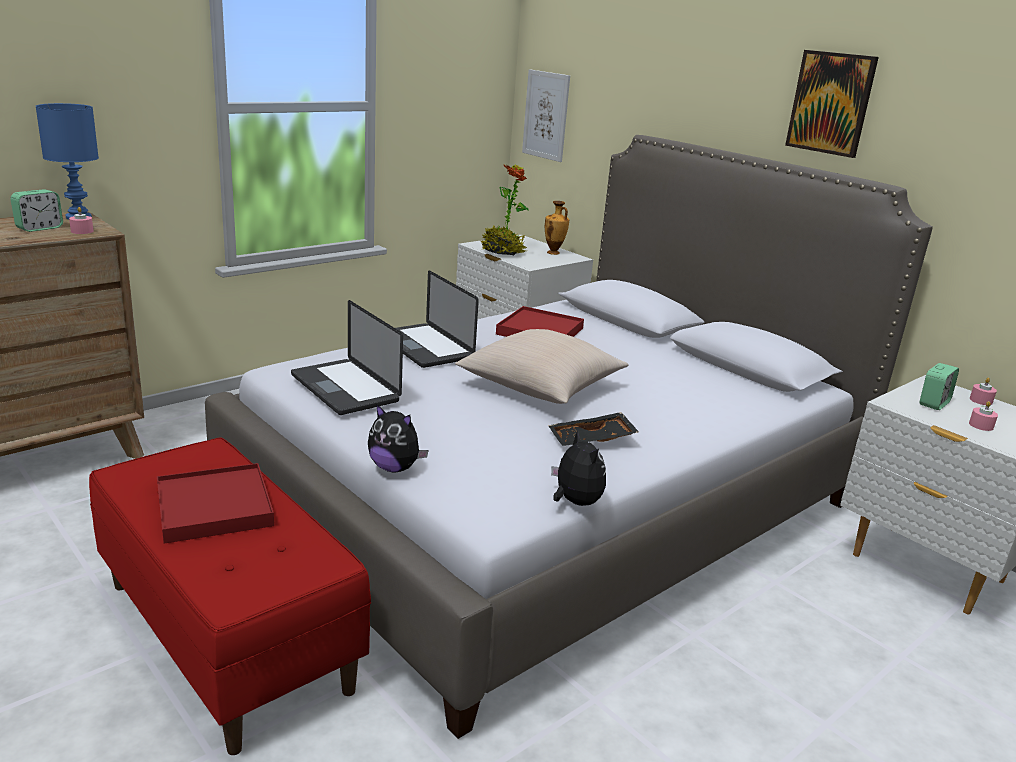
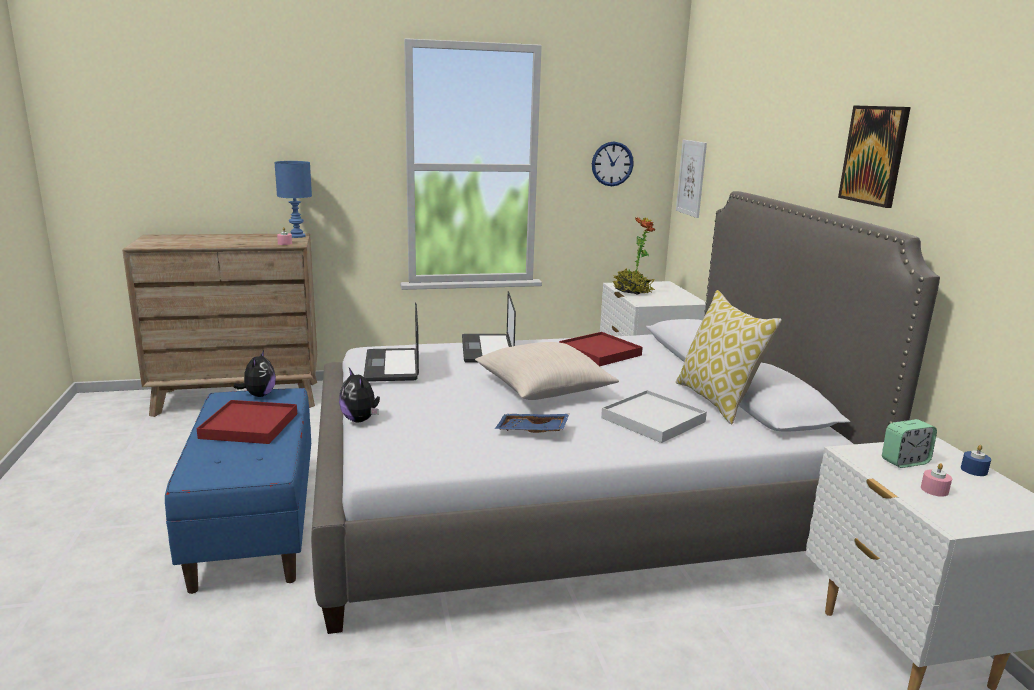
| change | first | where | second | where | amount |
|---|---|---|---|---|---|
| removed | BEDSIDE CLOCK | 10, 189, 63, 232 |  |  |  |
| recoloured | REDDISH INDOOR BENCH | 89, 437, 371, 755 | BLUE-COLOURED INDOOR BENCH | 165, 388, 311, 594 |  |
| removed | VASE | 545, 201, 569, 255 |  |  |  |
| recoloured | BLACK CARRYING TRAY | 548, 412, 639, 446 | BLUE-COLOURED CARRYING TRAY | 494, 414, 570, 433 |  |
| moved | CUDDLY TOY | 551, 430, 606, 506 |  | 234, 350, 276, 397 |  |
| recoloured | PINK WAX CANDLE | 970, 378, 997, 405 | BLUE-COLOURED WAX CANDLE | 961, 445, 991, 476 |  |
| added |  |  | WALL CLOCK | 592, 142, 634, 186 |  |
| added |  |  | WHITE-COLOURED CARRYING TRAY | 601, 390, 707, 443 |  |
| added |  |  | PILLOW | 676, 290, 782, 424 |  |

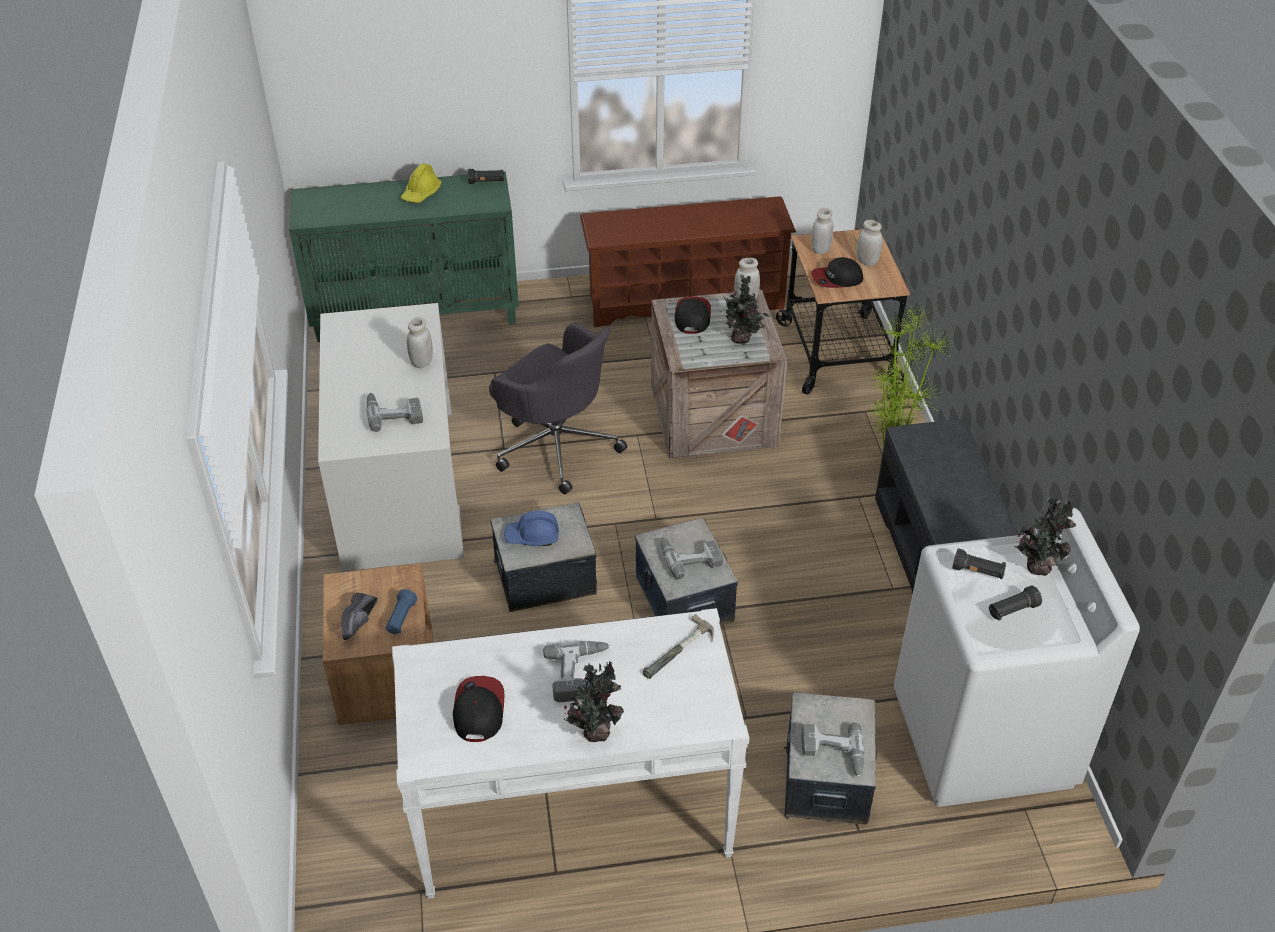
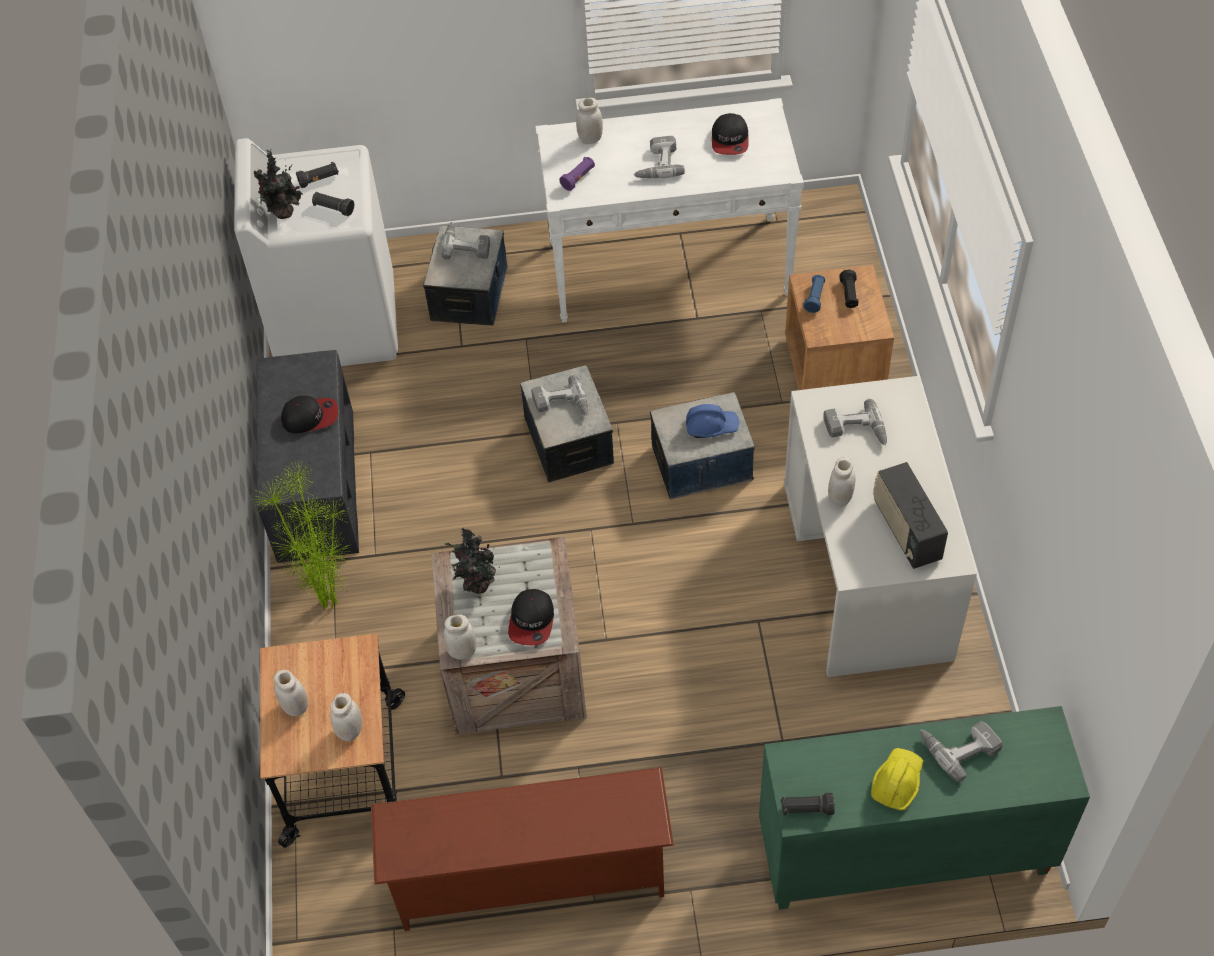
| change | first | where | second | where | amount |
|---|---|---|---|---|---|
| replaced | BLACK LOW SHOE | 341, 593, 377, 640 | BLACK FLASHLIGHT | 839, 270, 859, 308 |  |
| removed | GRAY DESK CHAIR | 489, 323, 627, 494 |  |  |  |
| removed | POTTED PLANT | 564, 661, 624, 742 |  |  |  |
| replaced | TOOL HAMMER | 643, 614, 714, 679 | PURPLE FLASHLIGHT | 559, 157, 595, 191 |  |
| moved | CAP | 811, 257, 863, 288 |  | 281, 396, 338, 434 |  |
| added |  |  | WHITE-COLOURED JAR | 576, 98, 603, 144 |  |
| added |  |  | RADIO | 873, 462, 948, 569 |  |
| added |  |  | POWER DRILL | 920, 721, 1003, 782 |  |

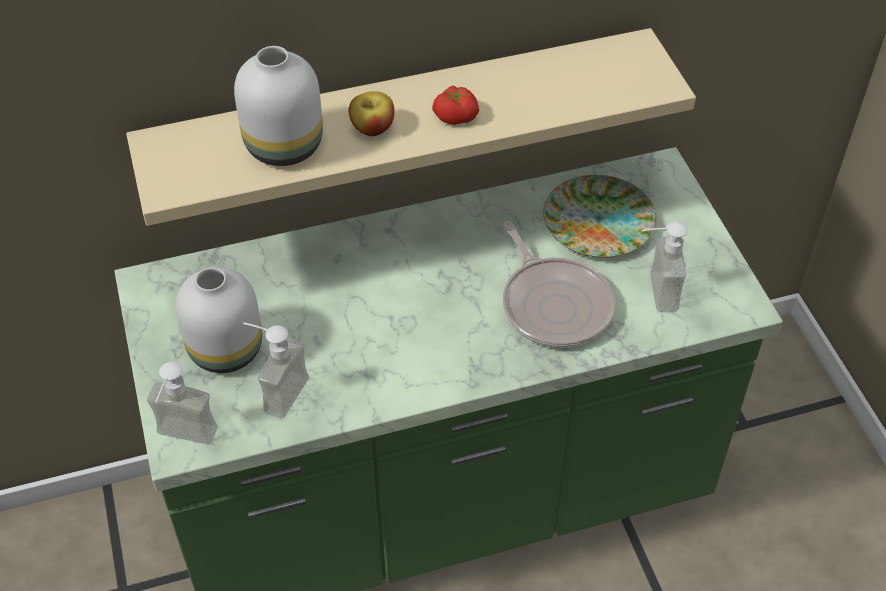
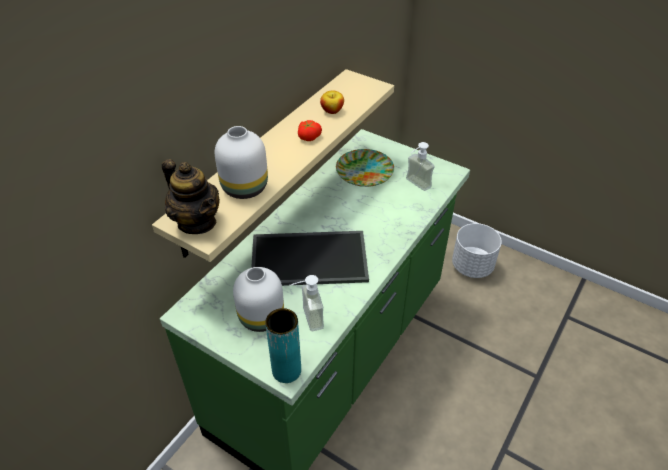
| change | first | where | second | where | amount |
|---|---|---|---|---|---|
| replaced | SOAP BOTTLE | 147, 362, 217, 445 | TURQUOISE VASE | 265, 308, 301, 383 |  |
| moved | WHOLE APPLE | 349, 91, 394, 136 |  | 320, 91, 344, 114 |  |
| removed | SKILLET | 503, 221, 615, 348 |  |  |  |
| added |  |  | POT FOR TEA | 162, 159, 220, 234 |  |
| added |  |  | CARRYING TRAY | 251, 231, 369, 286 |  |
| added |  |  | WHITE-COLOURED PLANT POT | 452, 223, 502, 278 |  |

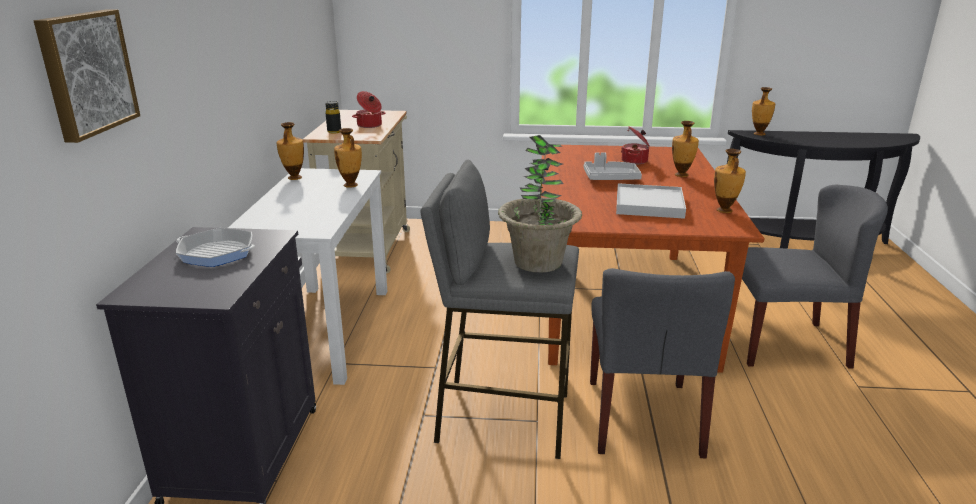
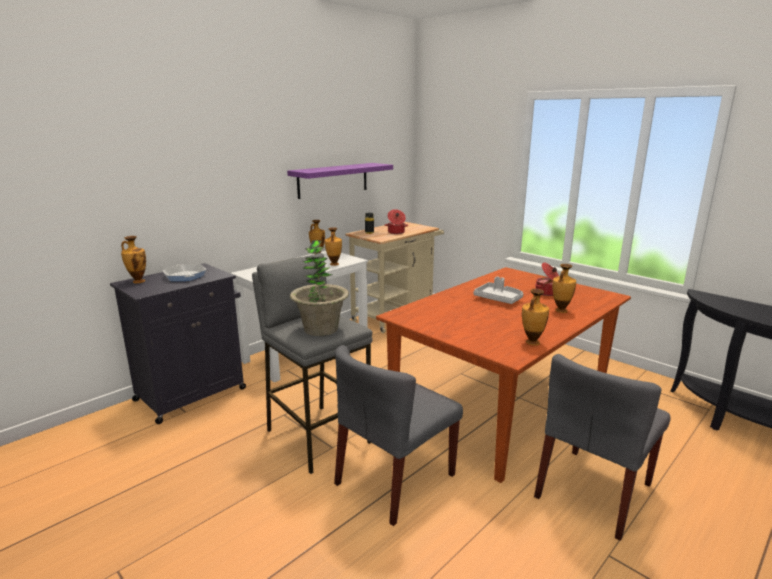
| change | first | where | second | where | amount |
|---|---|---|---|---|---|
| removed | WALL PICTURE | 34, 9, 140, 143 |  |  |  |
| removed | WHITE-COLOURED CARRYING TRAY | 616, 183, 686, 219 |  |  |  |
| turned | GRAY UPRIGHT CHAIR | 742, 185, 888, 369 |  | 534, 354, 670, 541 | 90 degrees clockwise |
| moved | VASE | 752, 87, 775, 135 |  | 121, 236, 146, 283 |  |
| added |  |  | PURPLE BRACKET SHELF | 287, 163, 393, 199 |  |

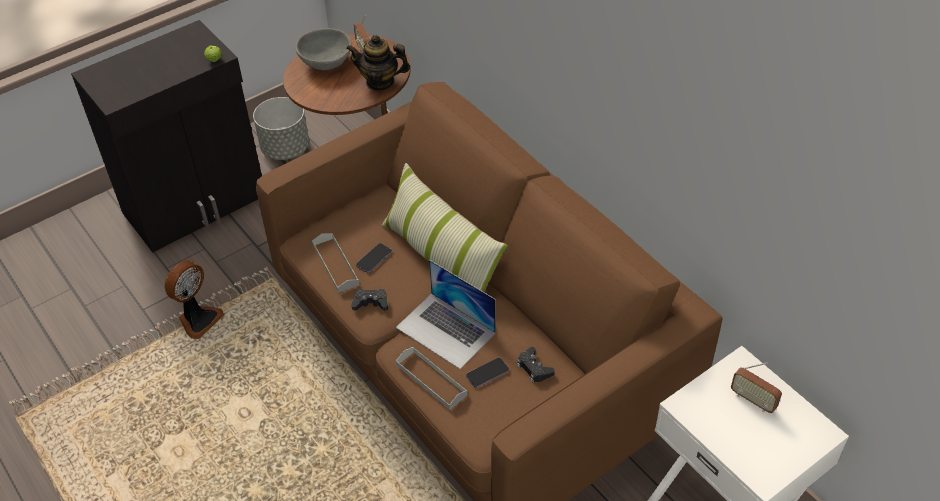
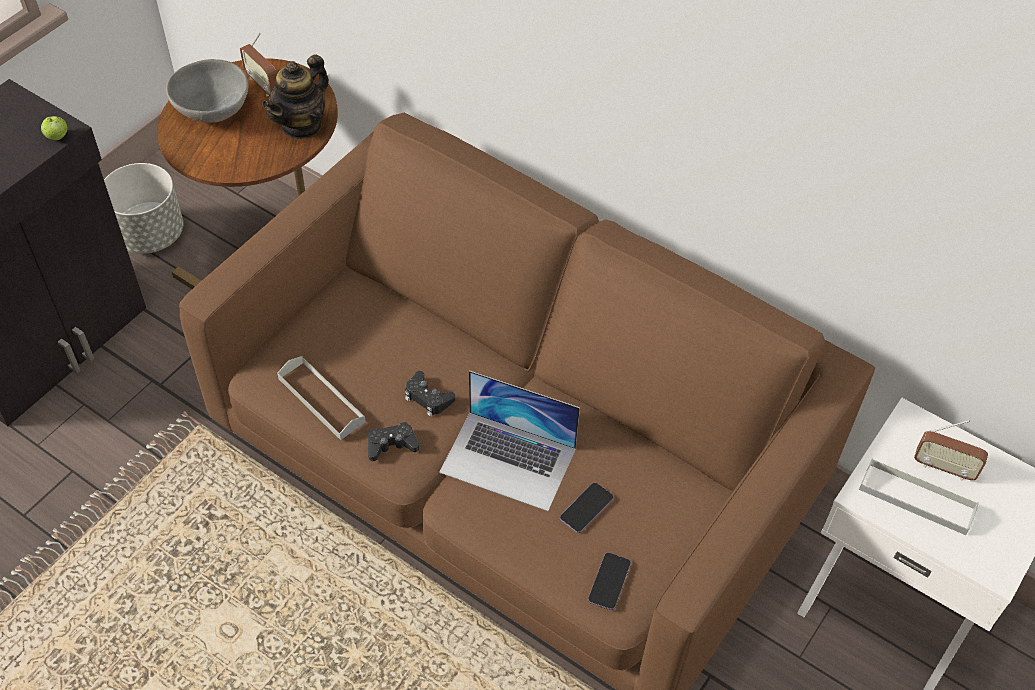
| change | first | where | second | where | amount |
|---|---|---|---|---|---|
| removed | ELECTRIC FAN | 165, 260, 224, 339 |  |  |  |
| turned | POT FOR TEA | 346, 35, 410, 91 |  | 262, 54, 329, 140 | 45 degrees counterclockwise |
| moved | PHONE | 356, 243, 392, 273 |  | 588, 553, 631, 610 |  |
| removed | PILLOW | 382, 163, 508, 292 |  |  |  |
| moved | GRAY CARRYING TRAY | 396, 347, 468, 410 |  | 859, 458, 979, 535 |  |
| moved | BLACK GAMEPAD | 517, 347, 555, 383 |  | 405, 371, 455, 417 |  |

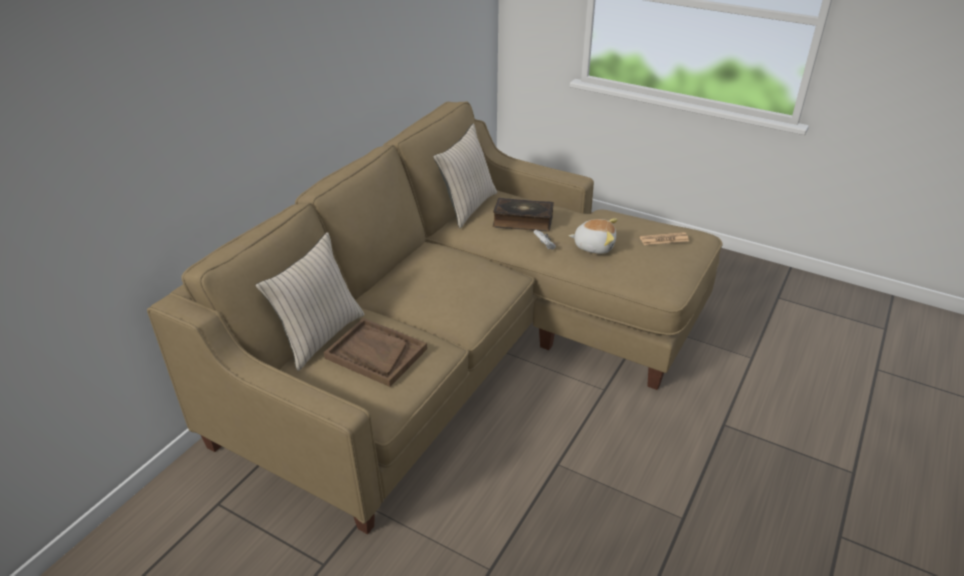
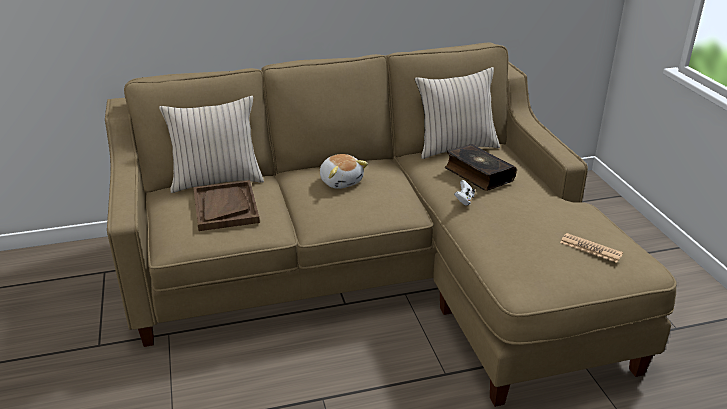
| change | first | where | second | where | amount |
|---|---|---|---|---|---|
| moved | CUDDLY TOY | 569, 218, 618, 254 |  | 320, 154, 368, 189 |  |

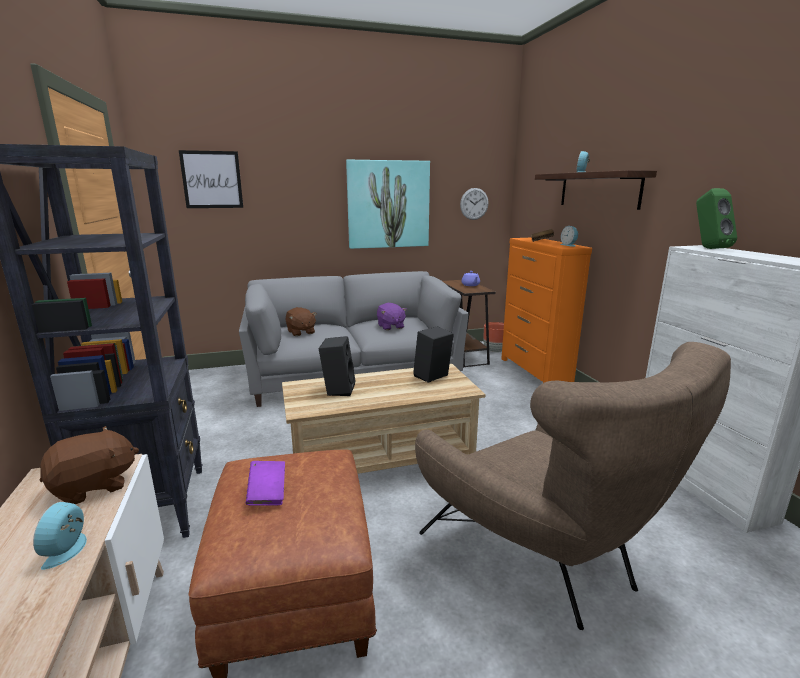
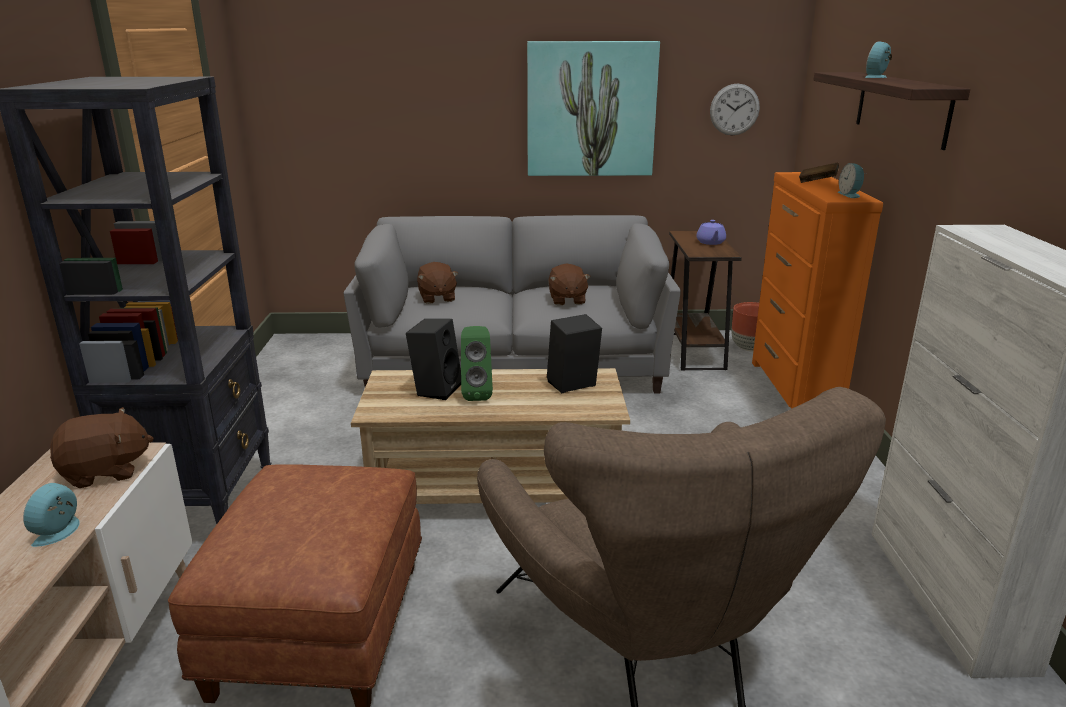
| change | first | where | second | where | amount |
|---|---|---|---|---|---|
| removed | WALL PICTURE | 179, 150, 243, 208 |  |  |  |
| removed | PURPLE BOOK | 246, 461, 285, 506 |  |  |  |
| recoloured | PURPLE CUDDLY TOY | 377, 303, 407, 330 | BROWNISH CUDDLY TOY | 549, 264, 591, 305 |  |
| moved | GREENISH LOUDSPEAKER | 696, 188, 737, 249 |  | 461, 326, 493, 401 |  |

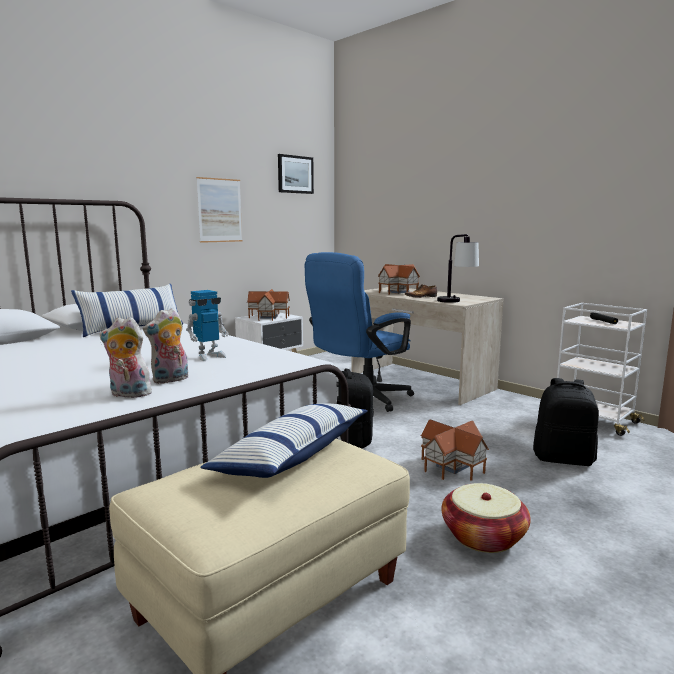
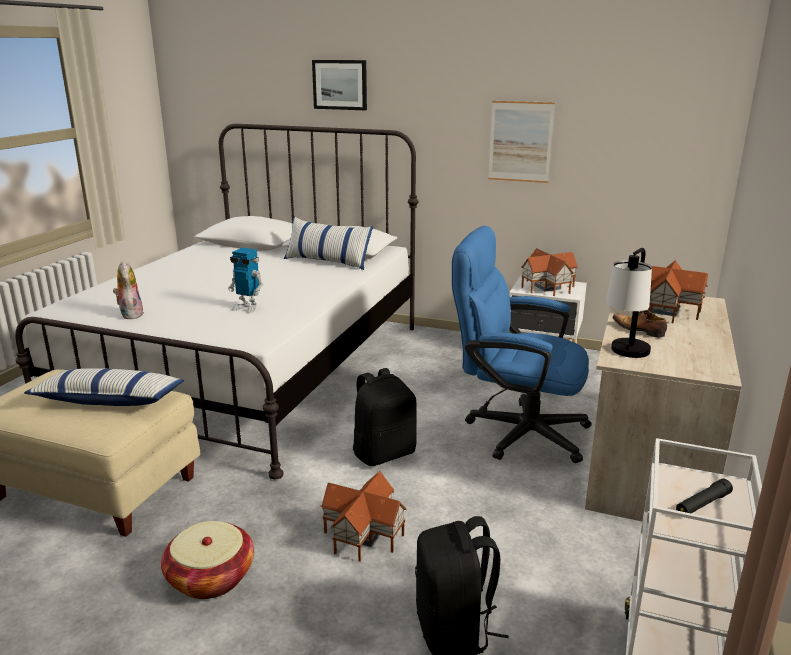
| change | first | where | second | where | amount |
|---|---|---|---|---|---|
| removed | CUDDLY TOY | 143, 308, 188, 384 |  |  |  |
| moved | WALL PICTURE | 278, 154, 314, 194 |  | 312, 60, 367, 110 |  |

